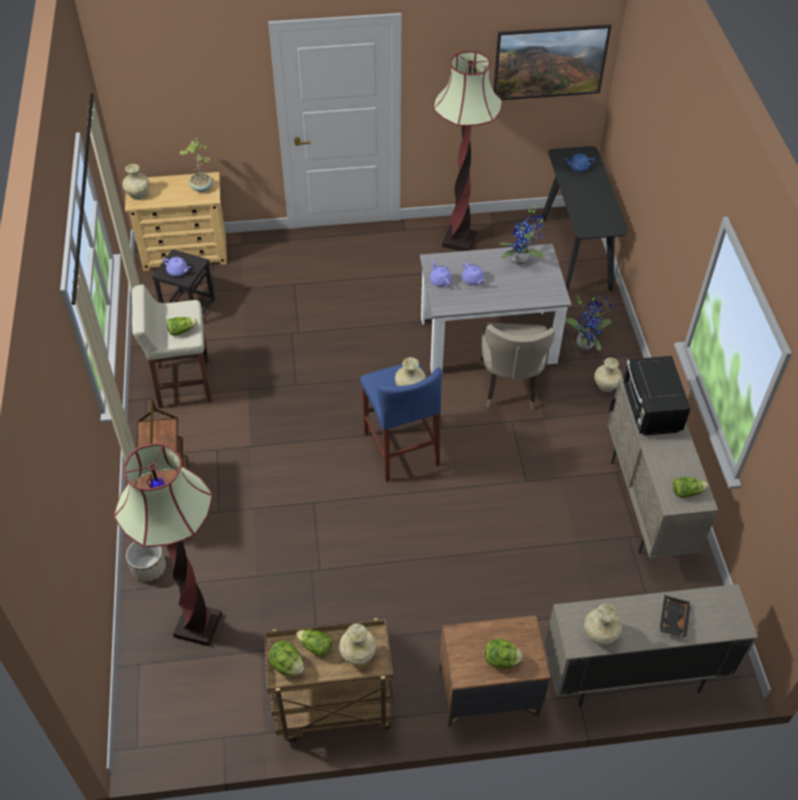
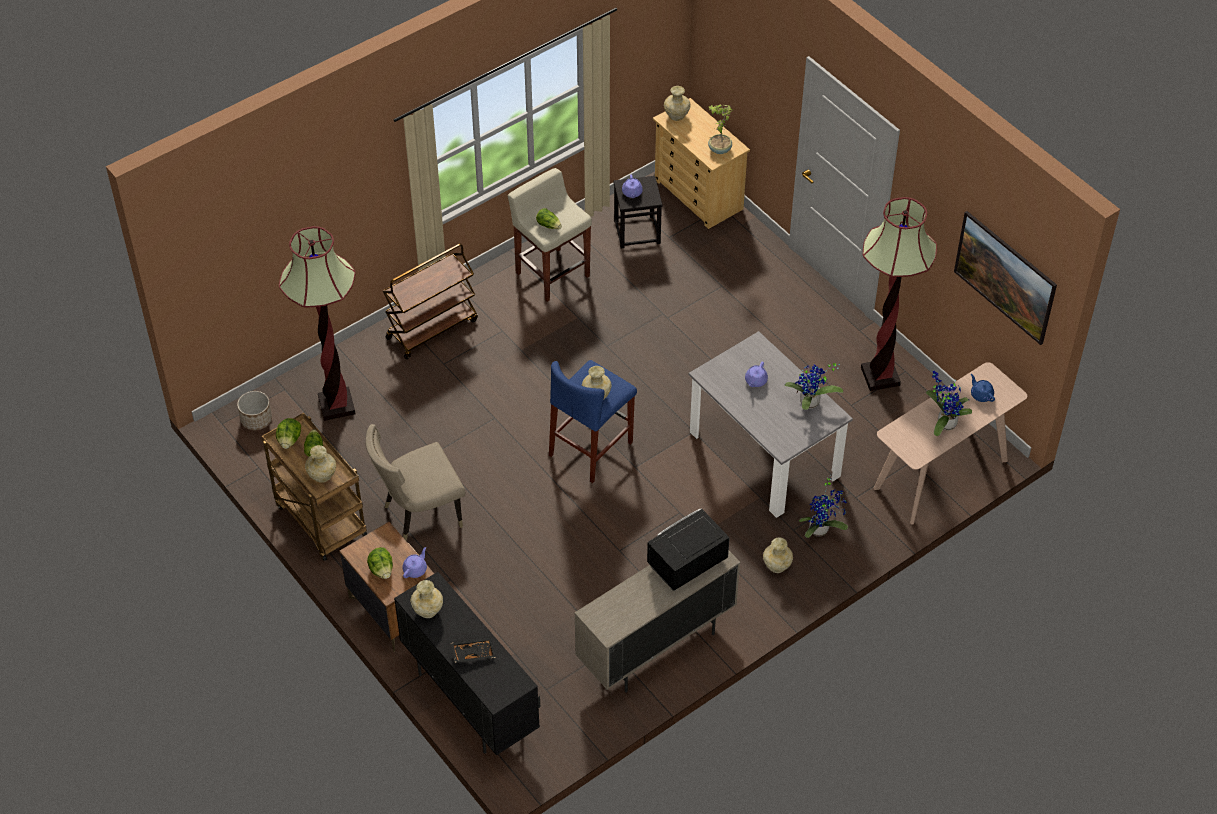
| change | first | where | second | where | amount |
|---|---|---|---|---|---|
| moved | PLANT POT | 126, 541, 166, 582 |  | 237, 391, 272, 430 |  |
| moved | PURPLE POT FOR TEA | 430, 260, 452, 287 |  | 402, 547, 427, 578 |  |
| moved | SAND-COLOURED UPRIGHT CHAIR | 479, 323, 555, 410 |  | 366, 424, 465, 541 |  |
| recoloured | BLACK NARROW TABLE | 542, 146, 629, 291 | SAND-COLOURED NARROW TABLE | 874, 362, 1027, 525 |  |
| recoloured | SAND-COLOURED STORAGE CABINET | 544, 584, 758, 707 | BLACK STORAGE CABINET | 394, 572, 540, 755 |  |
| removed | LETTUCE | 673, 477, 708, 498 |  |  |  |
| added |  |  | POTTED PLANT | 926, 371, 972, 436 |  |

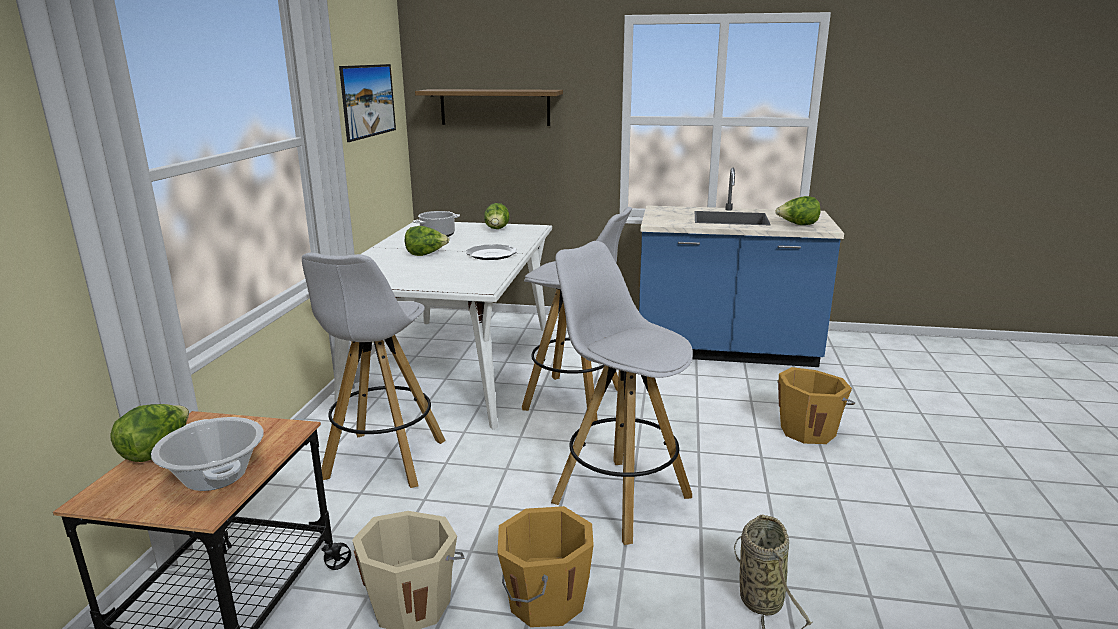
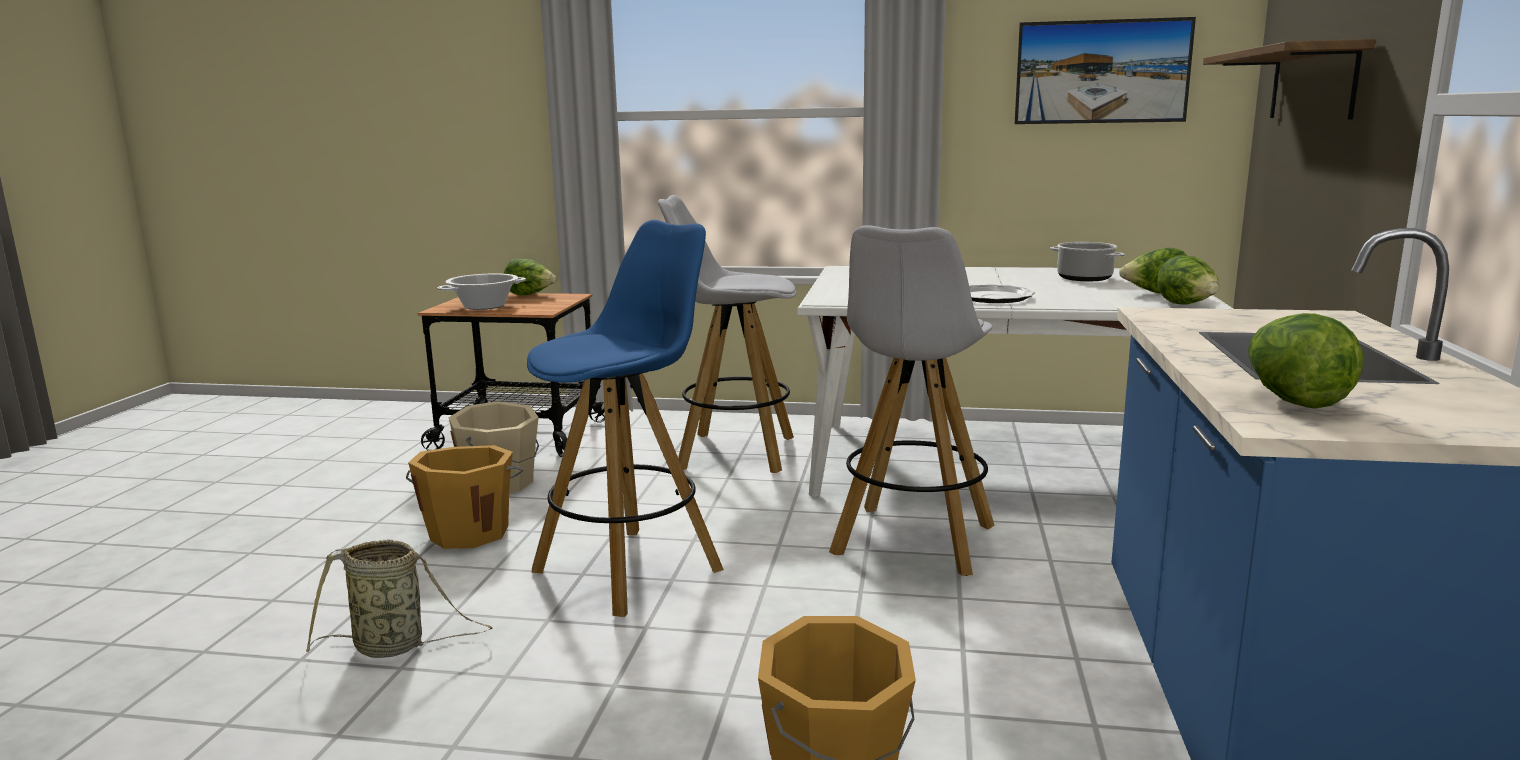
| change | first | where | second | where | amount |
|---|---|---|---|---|---|
| moved | LETTUCE | 404, 226, 450, 256 |  | 1157, 255, 1219, 304 |  |
| recoloured | WHITE-COLOURED SITTING STOOL | 551, 241, 693, 545 | BLUE-COLOURED SITTING STOOL | 527, 220, 724, 617 |  |

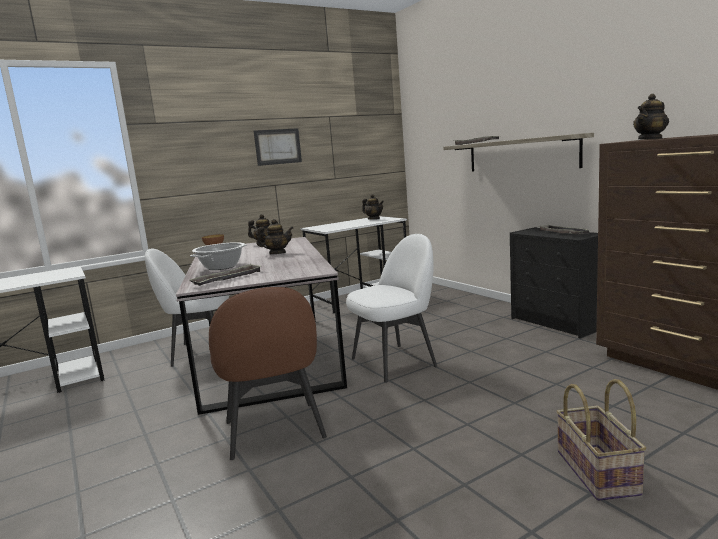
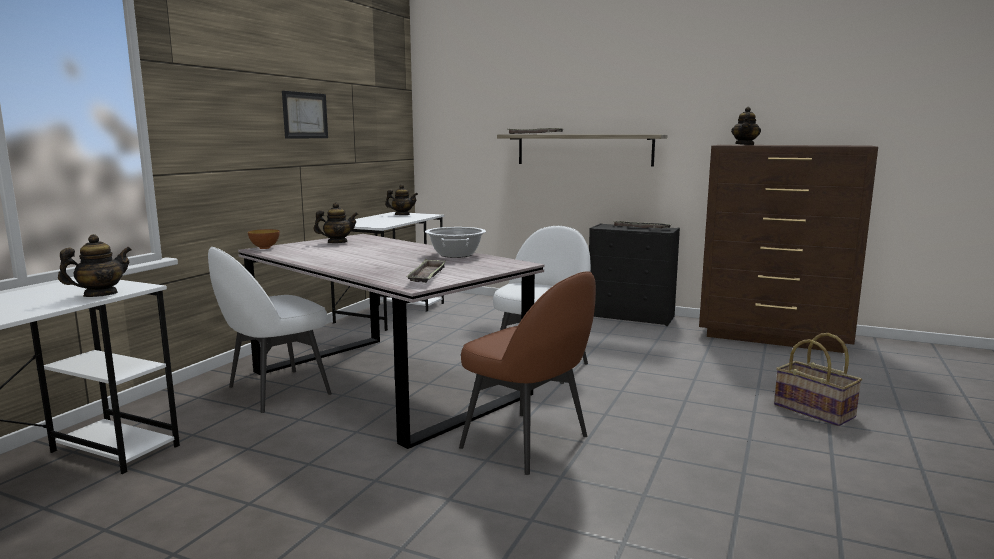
| change | first | where | second | where | amount |
|---|---|---|---|---|---|
| moved | SAUCEPOT | 190, 242, 247, 270 |  | 425, 227, 486, 258 |  |
| moved | POT FOR TEA | 257, 219, 293, 254 |  | 58, 234, 132, 297 |  |

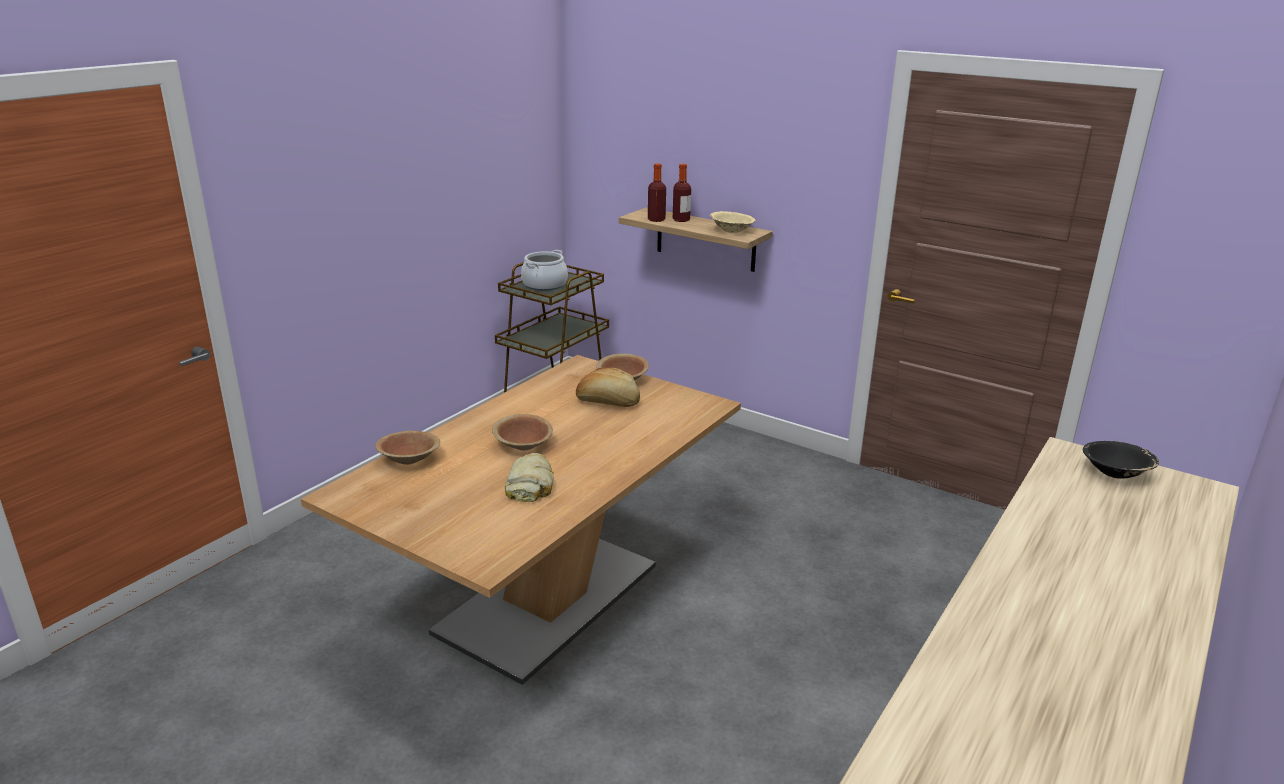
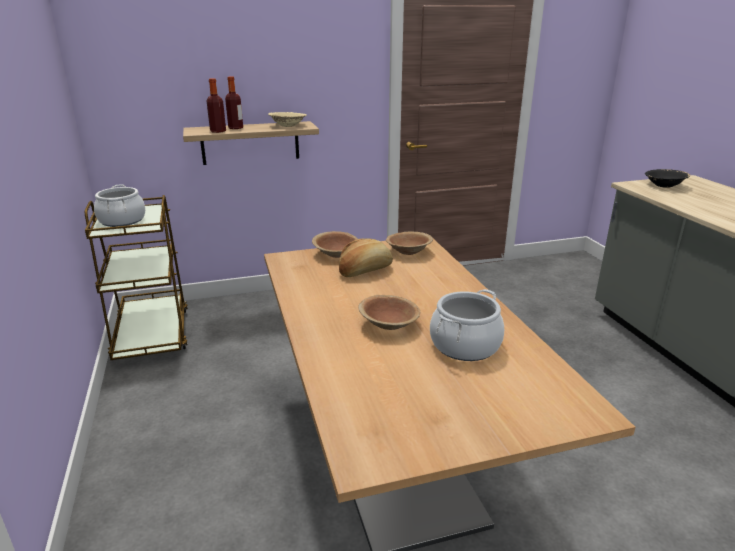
| change | first | where | second | where | amount |
|---|---|---|---|---|---|
| moved | BROWNISH SERVING BOWL | 375, 430, 440, 465 |  | 386, 232, 433, 255 |  |
| replaced | BAKED BREAD | 505, 453, 554, 502 | SAUCEPOT | 430, 289, 504, 361 |  |

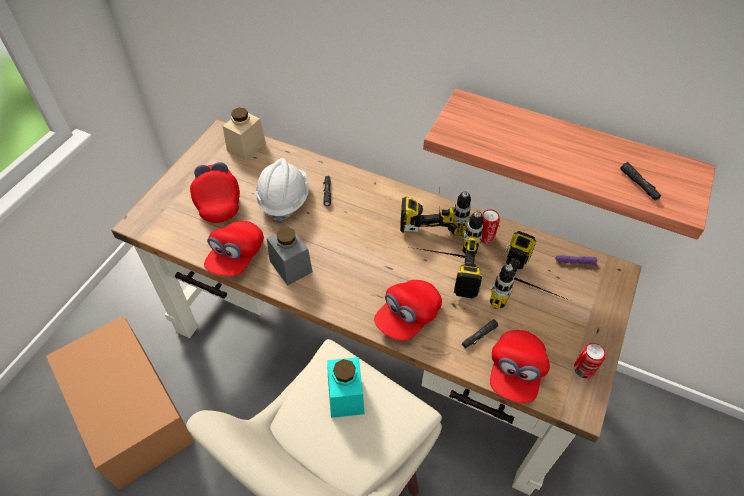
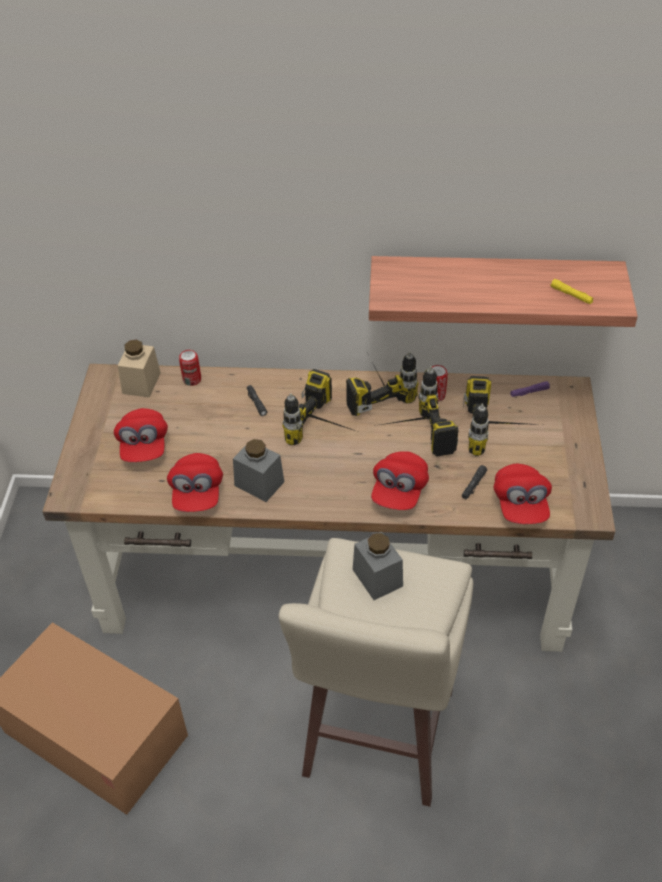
| change | first | where | second | where | amount |
|---|---|---|---|---|---|
| turned | REDDISH CAP | 190, 162, 240, 223 |  | 114, 408, 168, 462 | 150 degrees counterclockwise |
| removed | WHITE-COLOURED HARD HAT | 255, 158, 309, 223 |  |  |  |
| recoloured | TURQUOISE JAR | 327, 357, 365, 418 | GRAY JAR | 353, 532, 403, 600 |  |
| moved | CAN | 574, 343, 606, 378 |  | 179, 350, 201, 386 |  |
| recoloured | BLACK FLASHLIGHT | 620, 162, 661, 201 | YELLOW FLASHLIGHT | 550, 279, 594, 304 |  |
| added |  |  | POWER DRILL | 283, 369, 356, 445 |  |

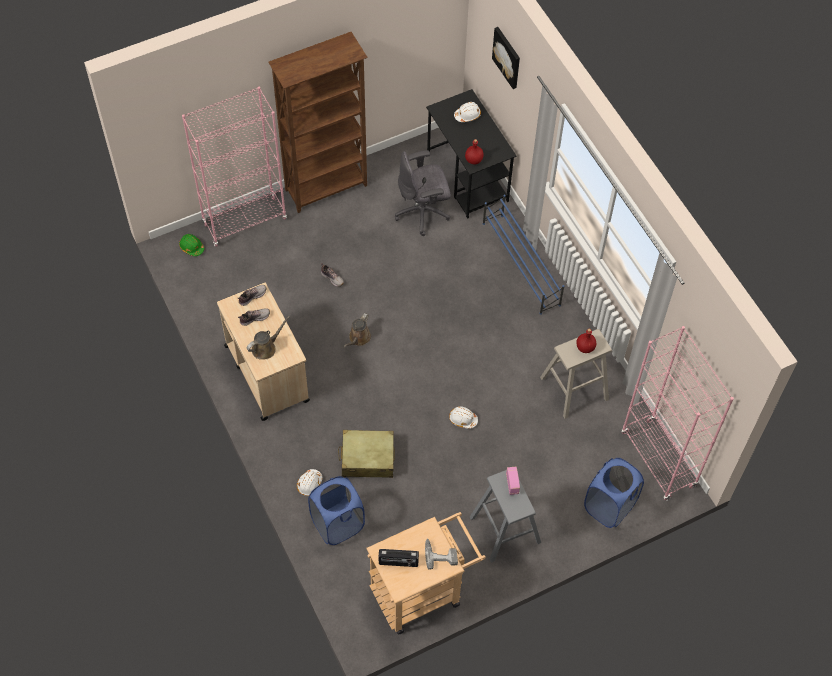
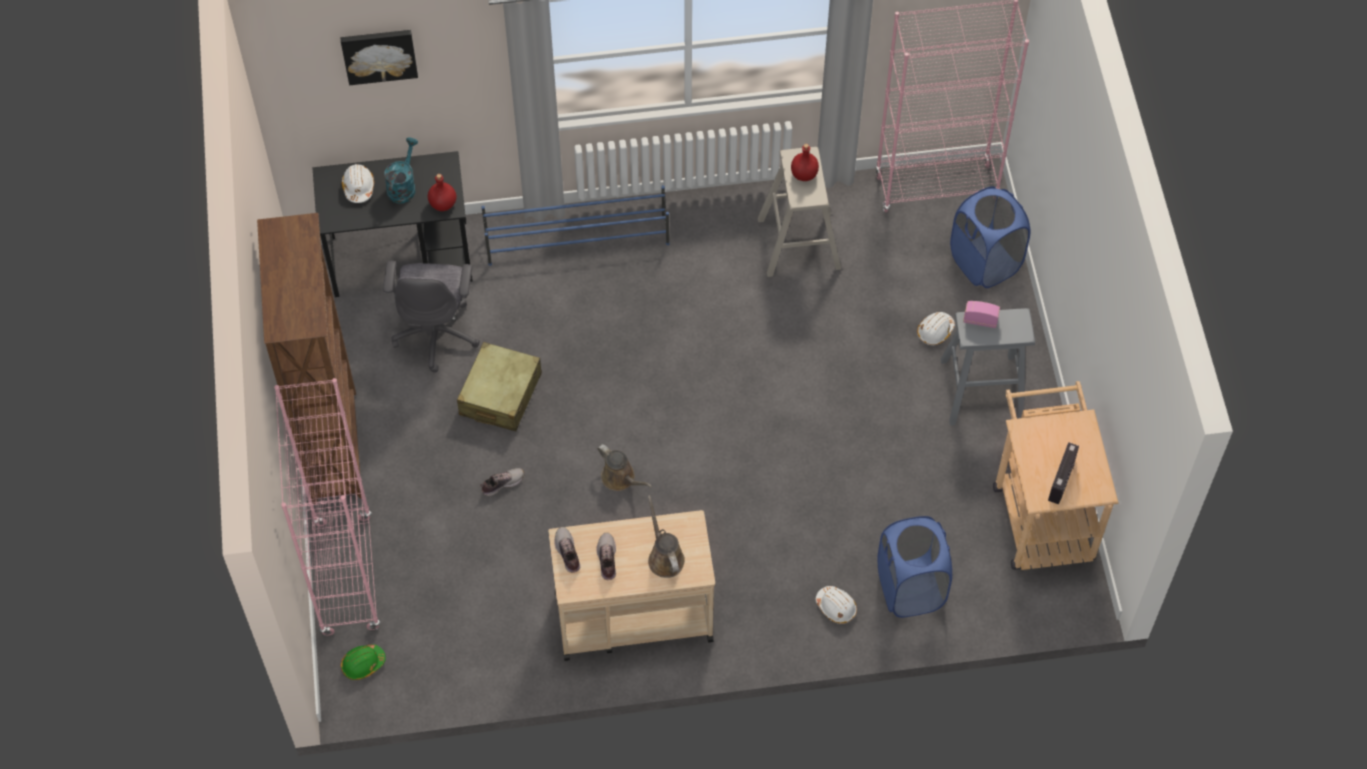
| change | first | where | second | where | amount |
|---|---|---|---|---|---|
| moved | SAND-COLOURED TRAVEL CASE | 338, 430, 395, 478 |  | 457, 342, 542, 431 |  |
| removed | POWER DRILL | 425, 538, 458, 570 |  |  |  |
| moved | WHITE-COLOURED HARD HAT | 449, 406, 478, 429 |  | 917, 312, 955, 345 |  |
| added |  |  | TURQUOISE WATERING CAN | 384, 137, 418, 204 |  |

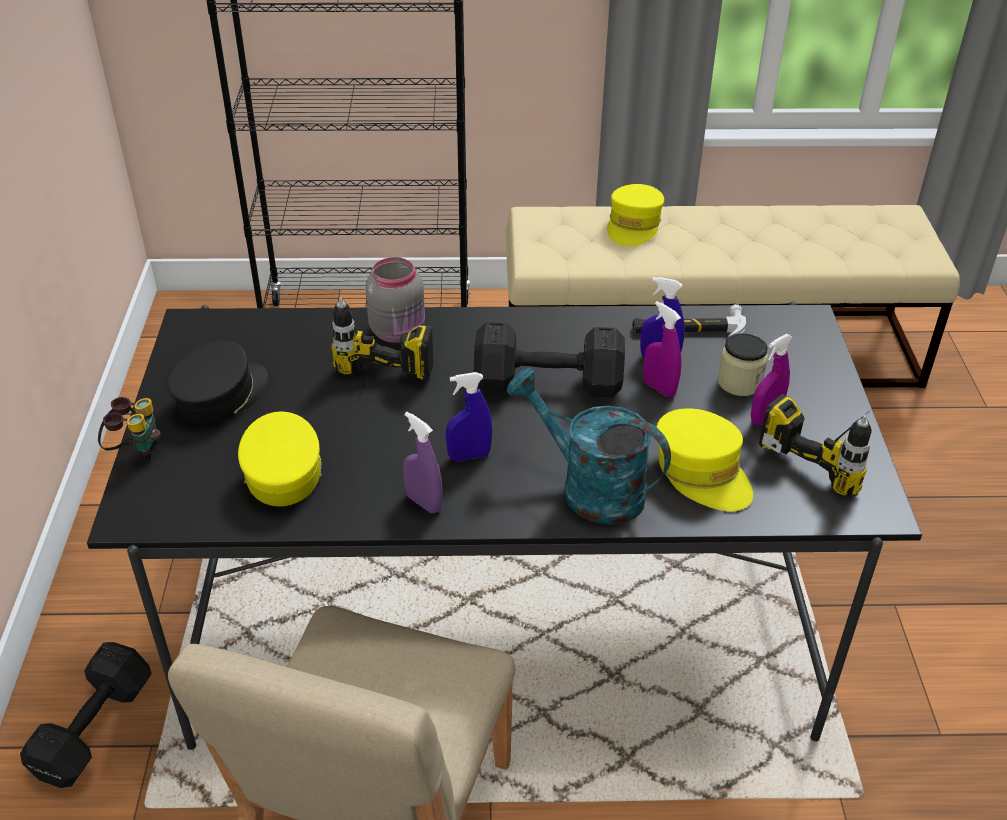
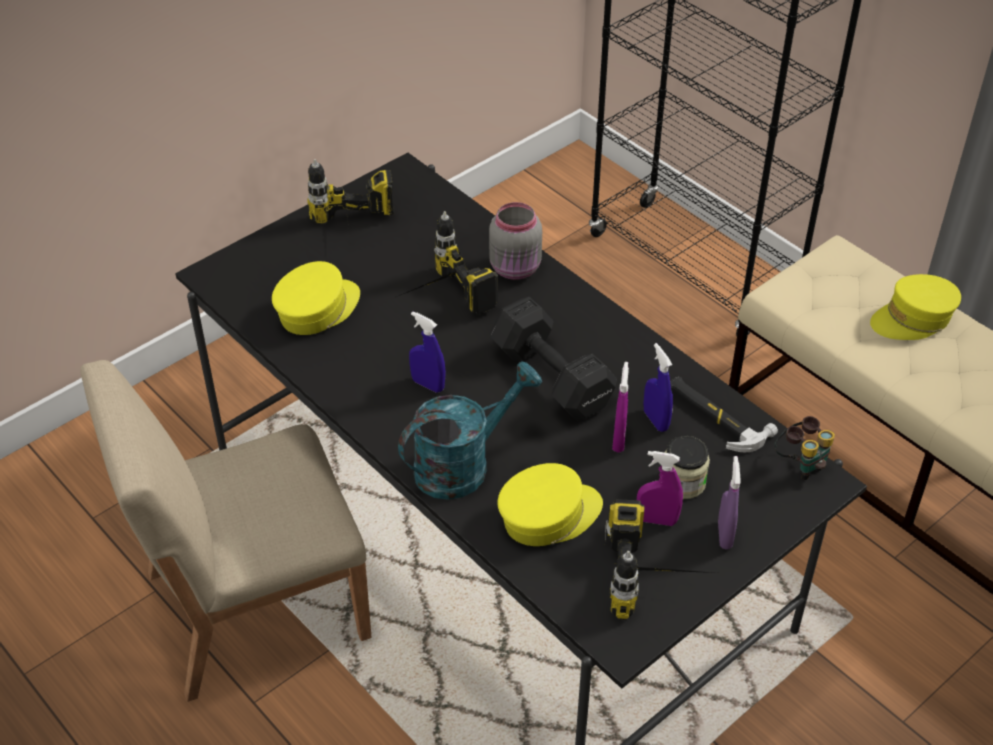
| change | first | where | second | where | amount |
|---|---|---|---|---|---|
| removed | BLACK FREE WEIGHT | 20, 642, 152, 788 |  |  |  |
| moved | FIELD GLASSES | 98, 397, 161, 461 |  | 775, 416, 835, 480 |  |
| replaced | BLACK CAP | 167, 341, 268, 424 | POWER DRILL | 308, 159, 394, 236 |  |
| moved | PURPLE SPRAY BOTTLE | 403, 412, 443, 513 |  | 718, 456, 740, 550 |  |
| turned | TURQUOISE WATERING CAN | 506, 368, 671, 525 |  | 398, 361, 542, 500 | 60 degrees clockwise |
| turned | YELLOW CAP | 657, 408, 753, 511 |  | 498, 463, 603, 546 | 135 degrees counterclockwise |

